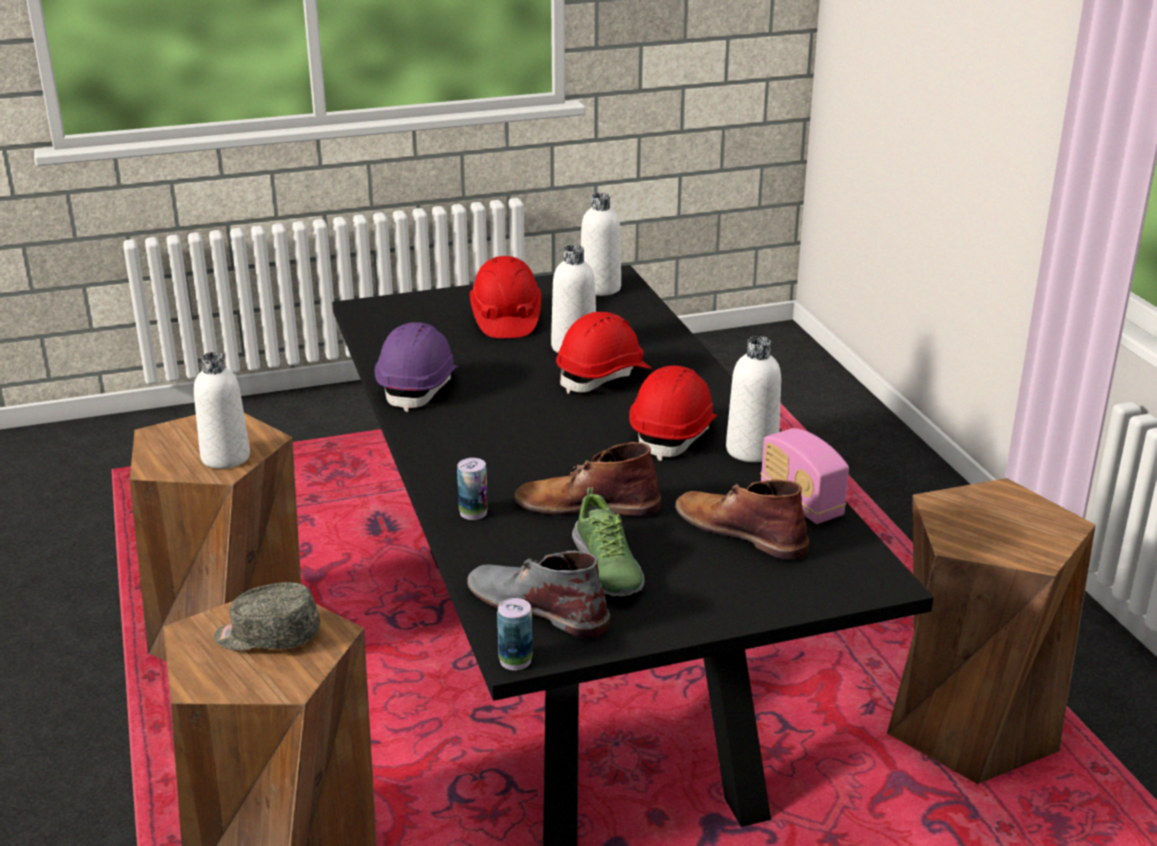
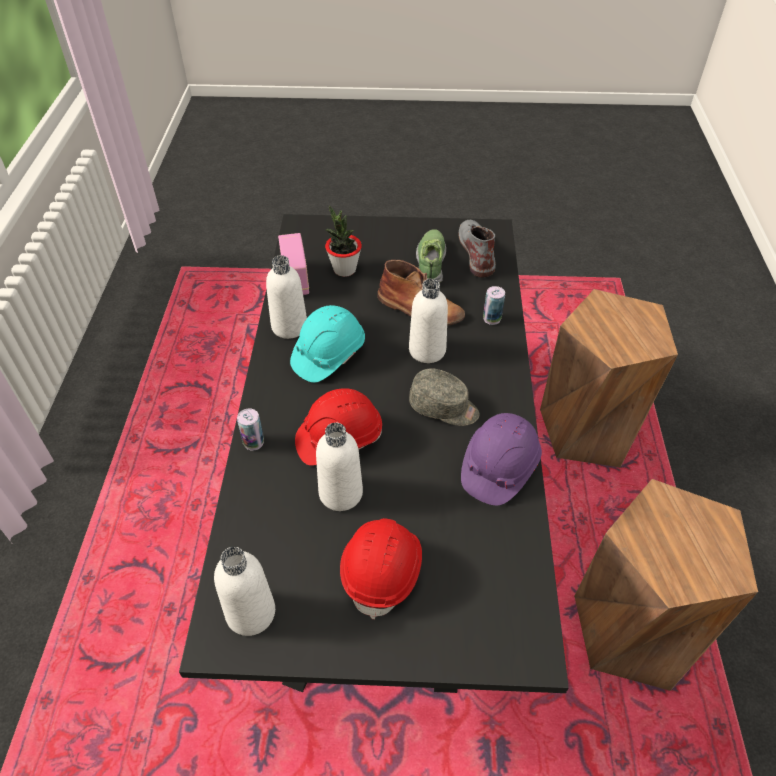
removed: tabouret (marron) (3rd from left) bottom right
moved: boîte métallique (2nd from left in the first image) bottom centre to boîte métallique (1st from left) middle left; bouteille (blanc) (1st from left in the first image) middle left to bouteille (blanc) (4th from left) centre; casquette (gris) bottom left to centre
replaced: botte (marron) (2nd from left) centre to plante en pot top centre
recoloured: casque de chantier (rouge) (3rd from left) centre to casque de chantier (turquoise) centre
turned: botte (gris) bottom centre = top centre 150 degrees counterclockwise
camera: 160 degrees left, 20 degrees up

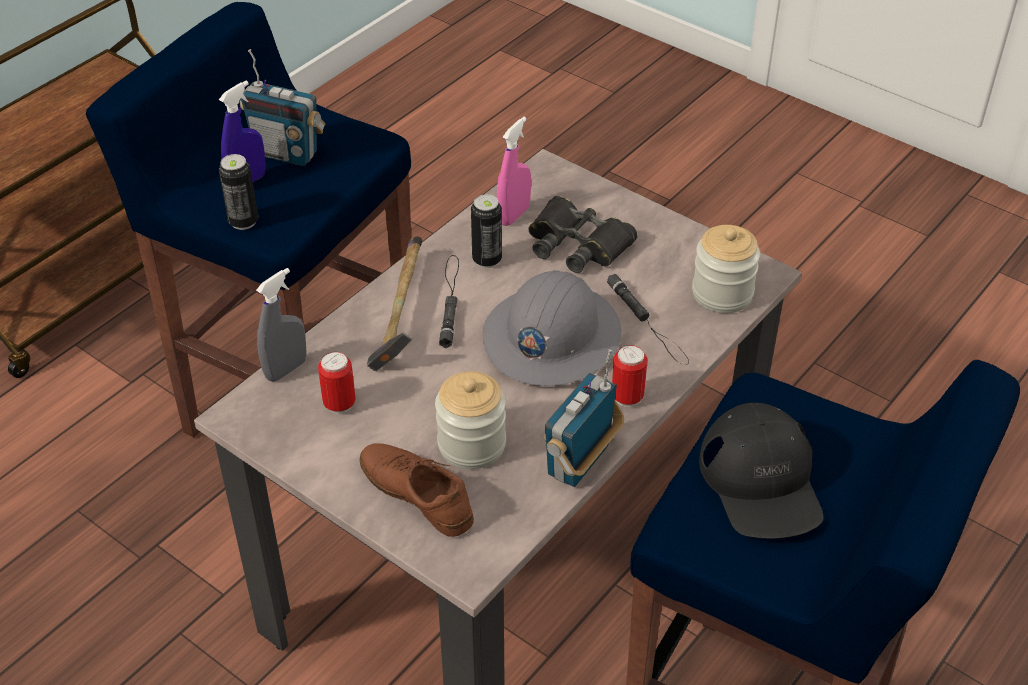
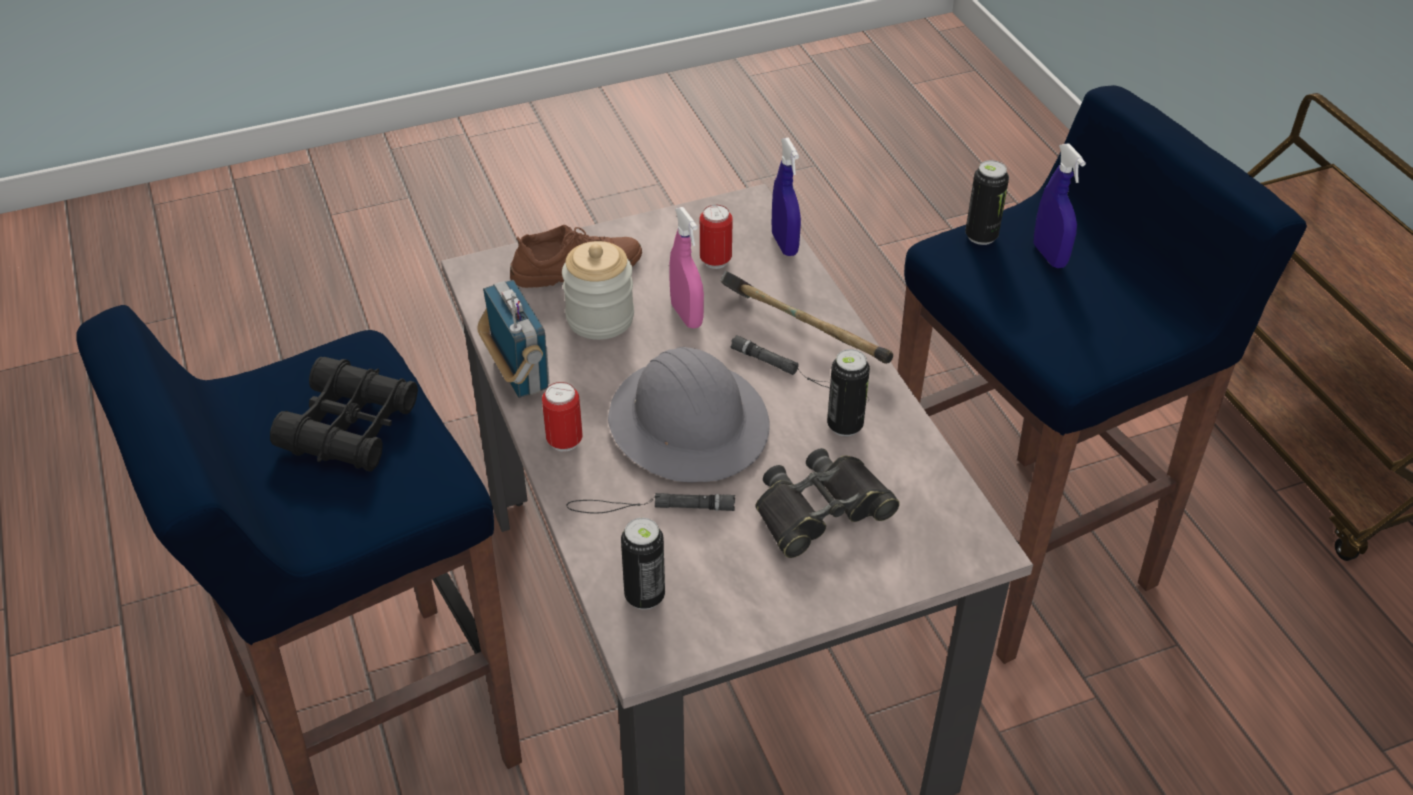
removed: radio (1st from left) top left
moved: vaporisateur (rose) top centre to centre
replaced: casquette (noir) bottom right to jumelles (noir) (1st from left) middle left; bocal (2nd from left) middle right to boîte métallique (2nd from left) bottom centre
recoloured: vaporisateur (gris) middle left to vaporisateur (bleu) (1st from left) top centre
camera: 120 degrees right, 0 degrees up

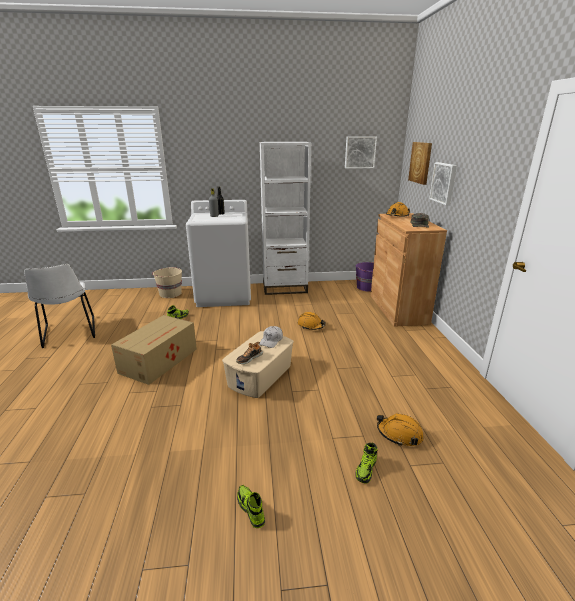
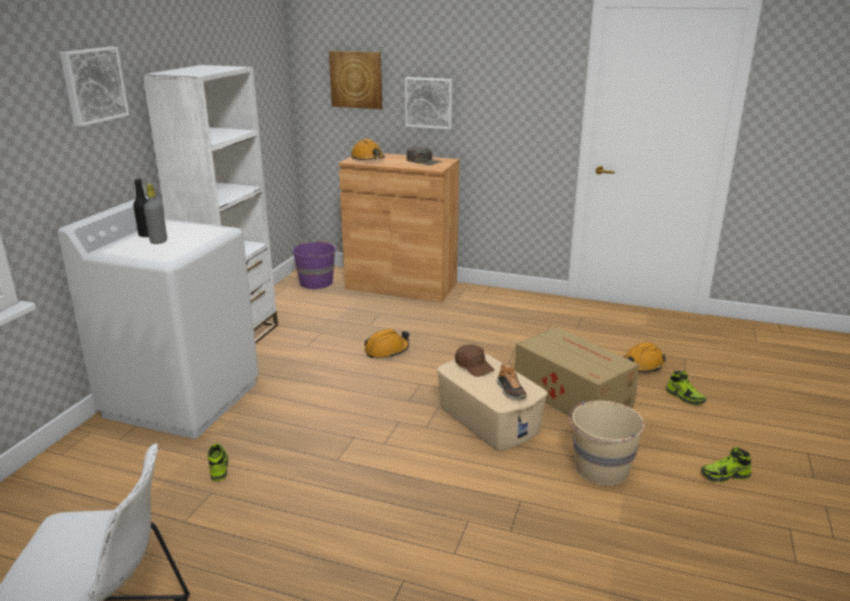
moved: tableau (1st from left) top centre to top left; carton middle left to middle right; seau (beige) middle left to bottom right
recoloured: casquette (blanc) centre to casquette (marron) centre
camera: 65 degrees left, 0 degrees up

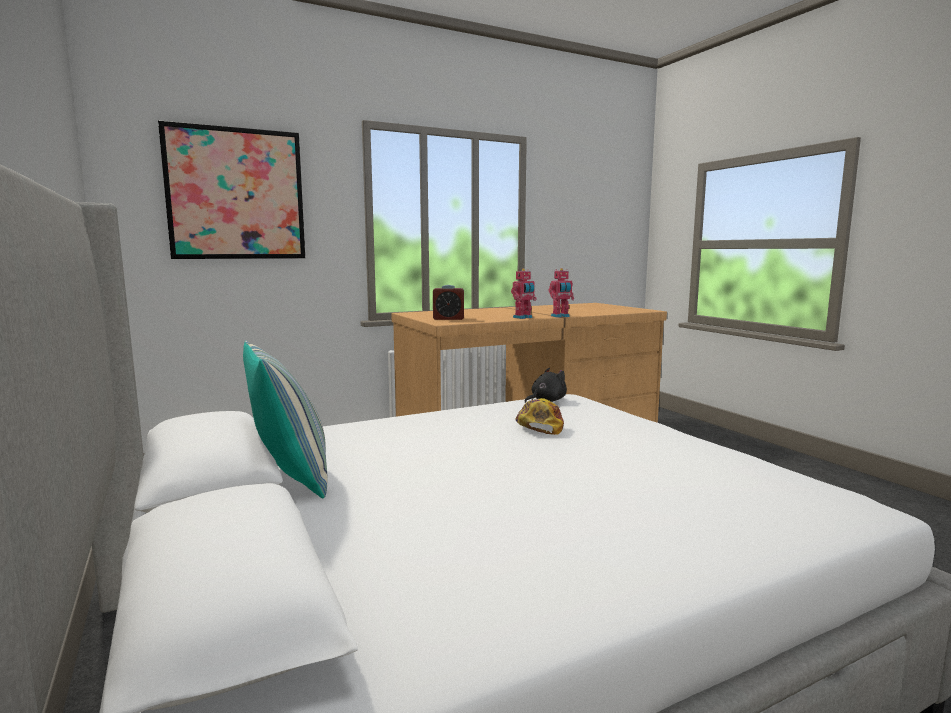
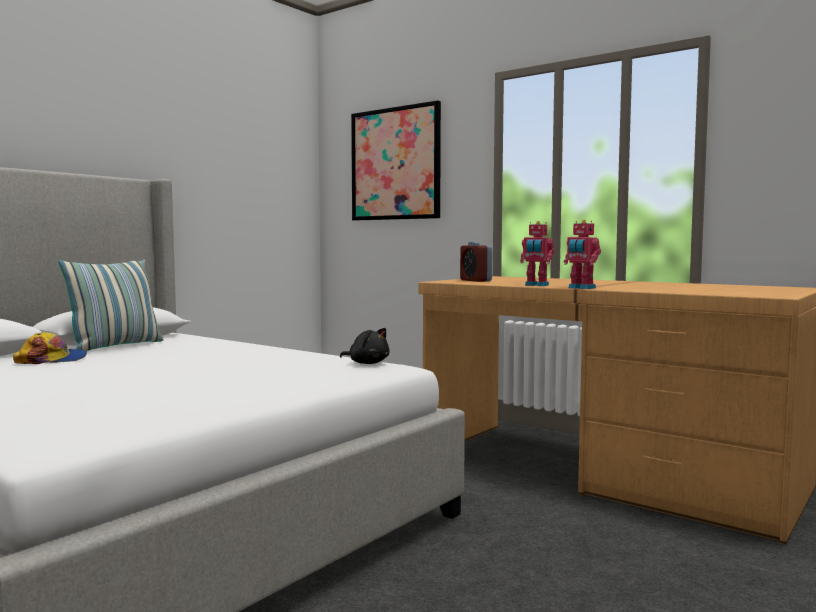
moved: casquette centre to middle left
camera: 65 degrees right, 5 degrees down

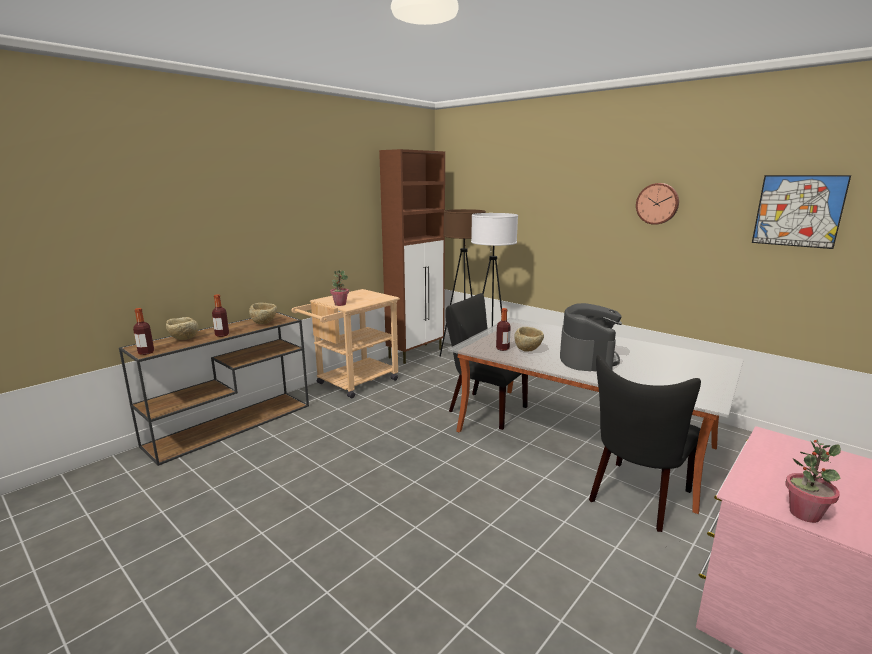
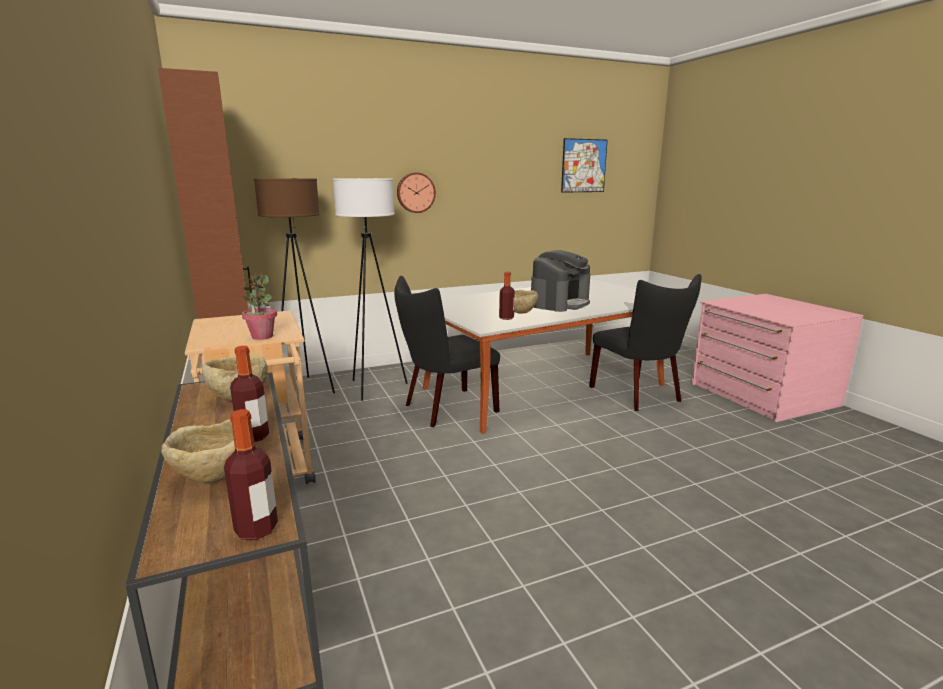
removed: plante en pot (2nd from left) bottom right
moved: horloge murale top right to top centre
turned: machine à café middle right = centre 90 degrees clockwise
camera: 65 degrees left, 0 degrees up

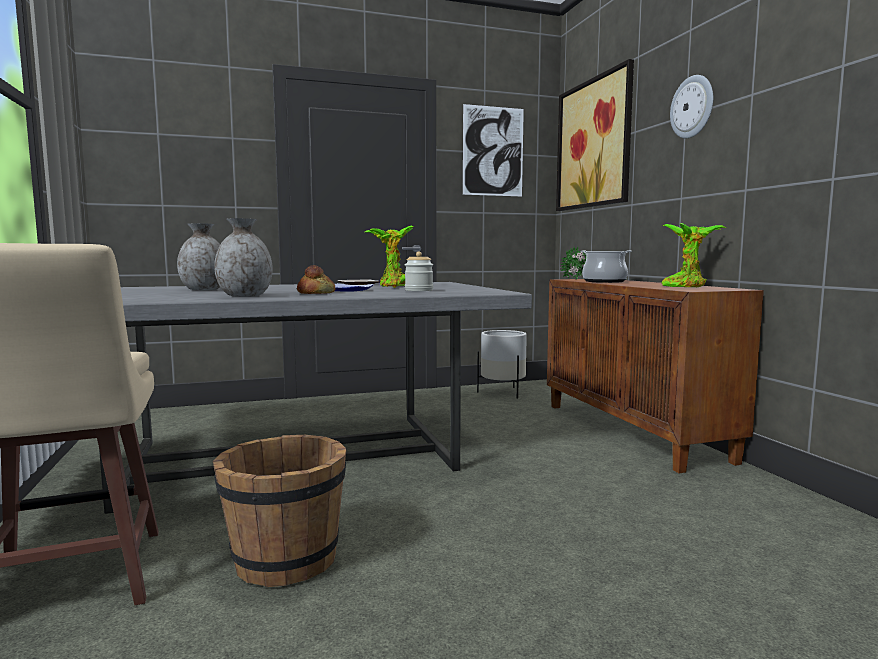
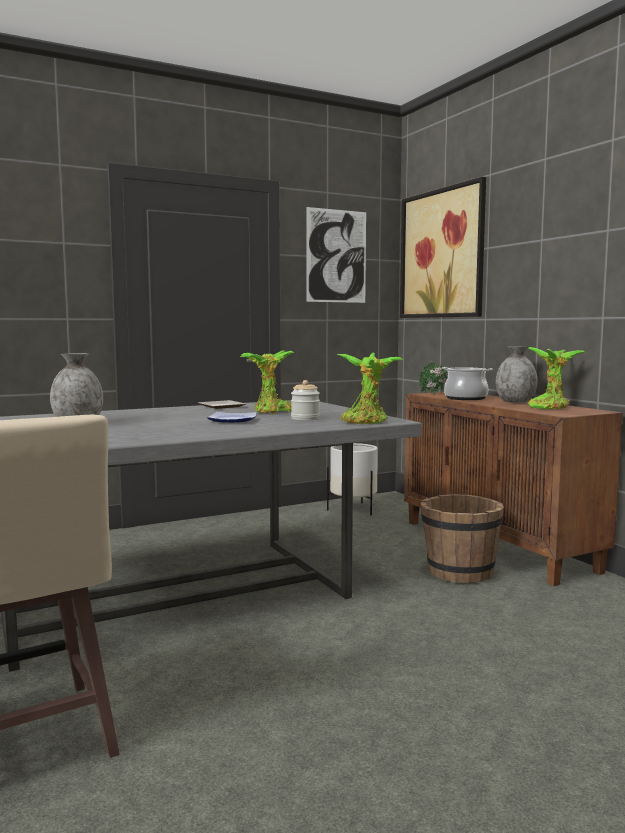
removed: pain centre; horloge murale top right
added: plante en pot (2nd from left) centre
moved: seau (marron) bottom left to middle right; vase (gris) (2nd from left) middle left to middle right
camera: 10 degrees left, 0 degrees up

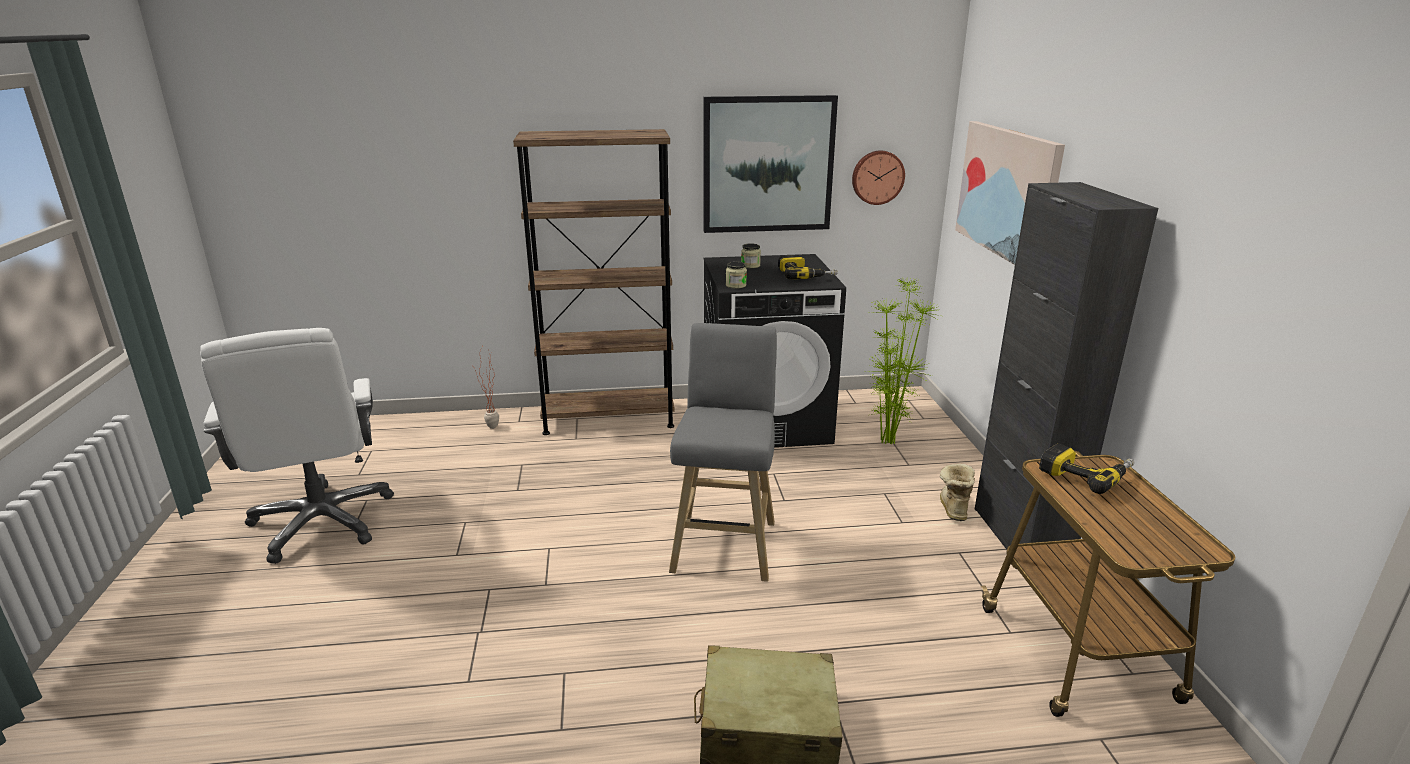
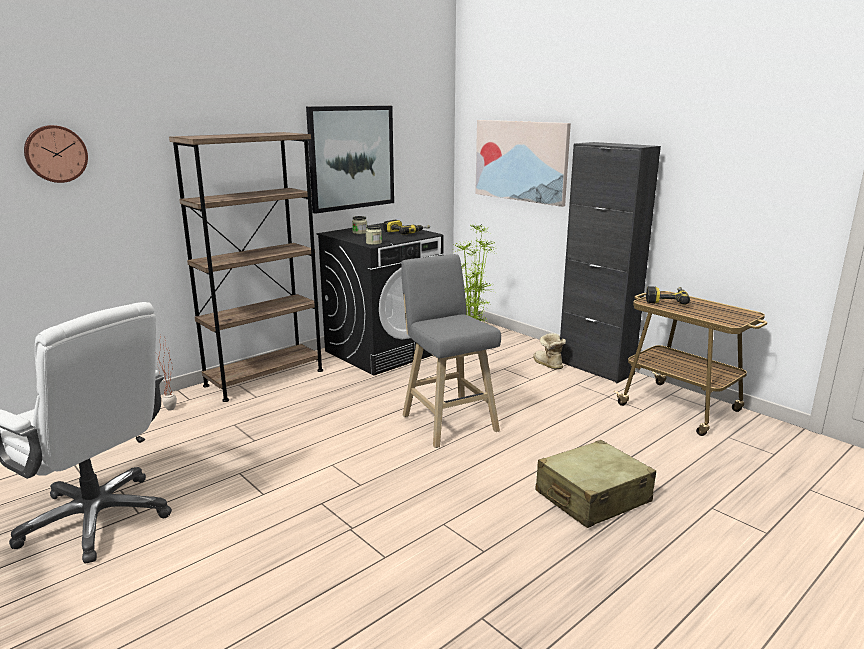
moved: horloge murale top centre to top left
camera: 35 degrees left, 5 degrees down

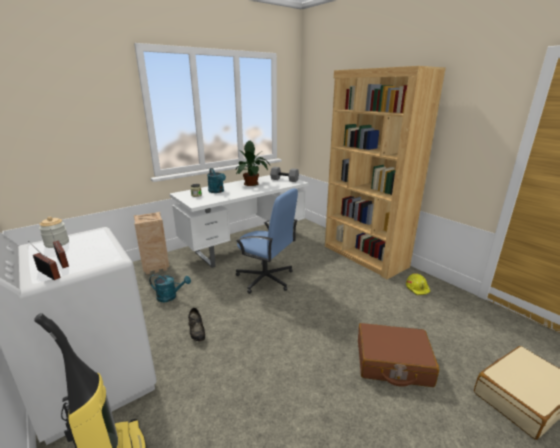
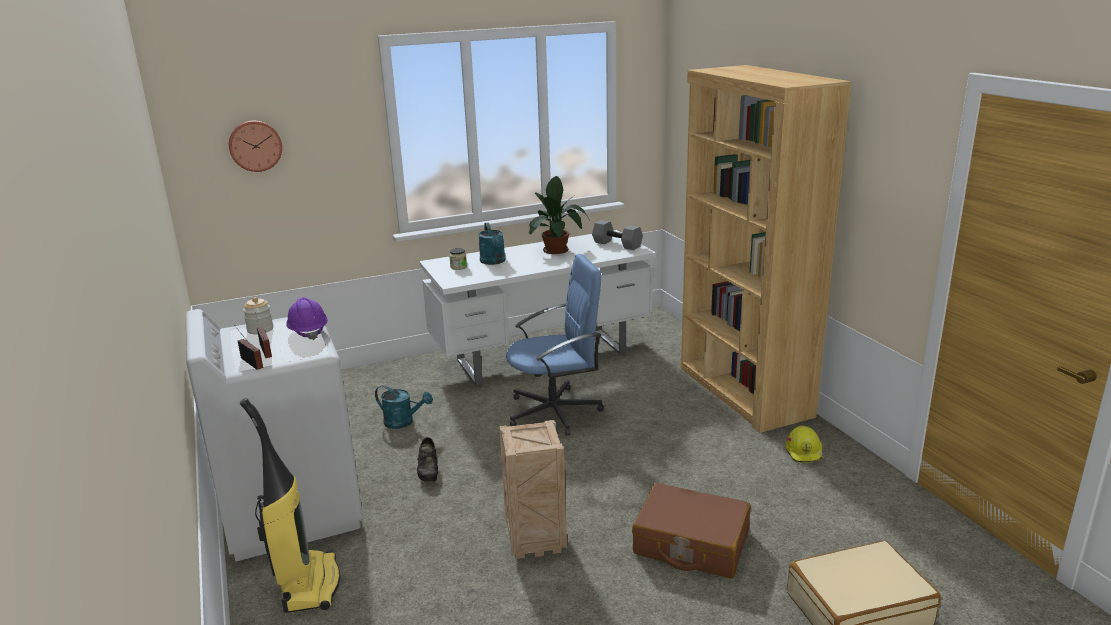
added: horloge murale top left; casque de chantier (violet) middle left
moved: caisse middle left to bottom centre
turned: chaise de bureau (bleu) centre = centre 60 degrees counterclockwise
camera: 15 degrees right, 0 degrees up

